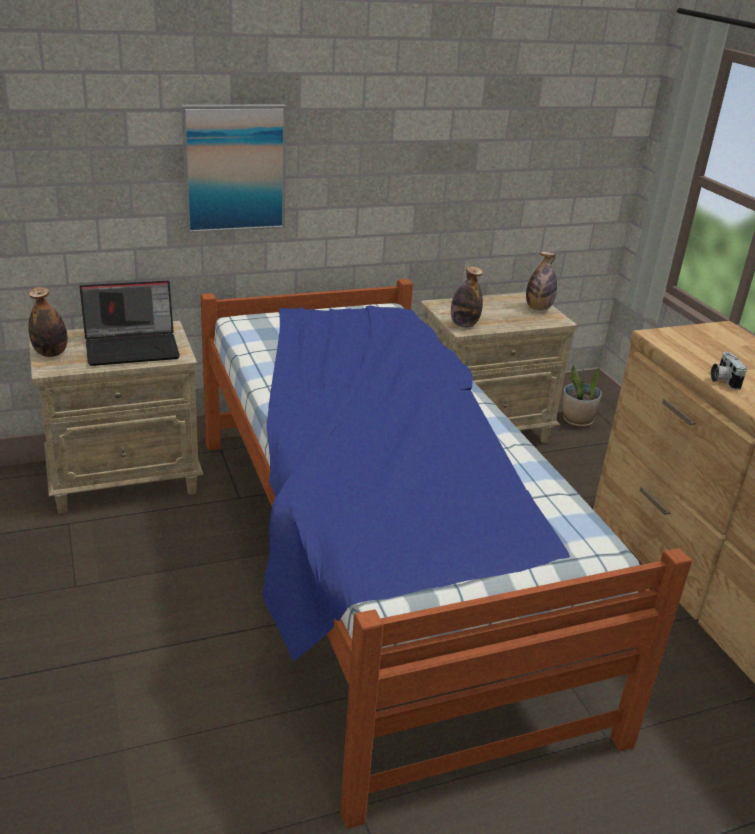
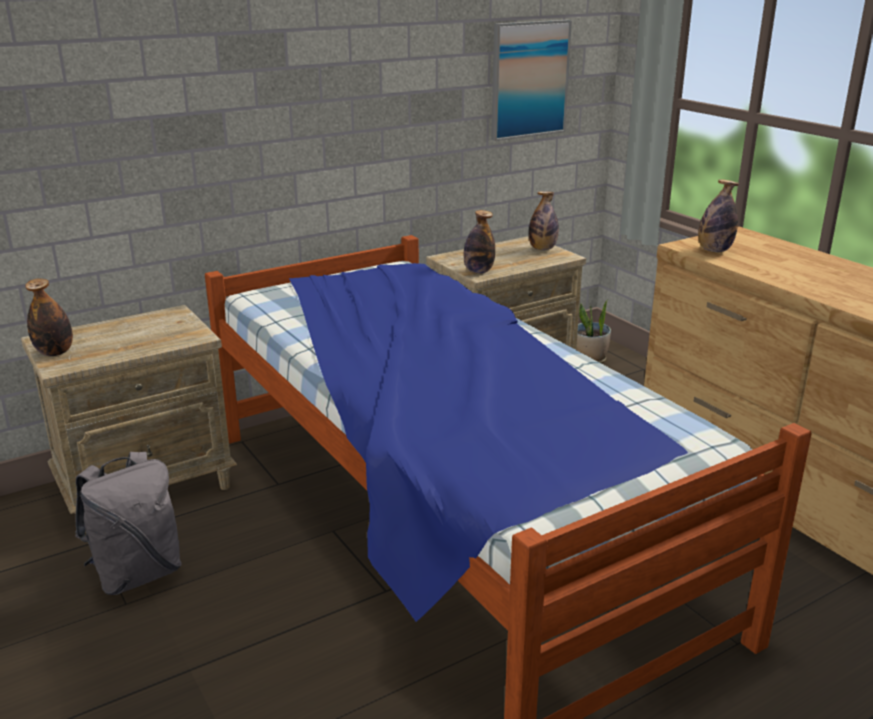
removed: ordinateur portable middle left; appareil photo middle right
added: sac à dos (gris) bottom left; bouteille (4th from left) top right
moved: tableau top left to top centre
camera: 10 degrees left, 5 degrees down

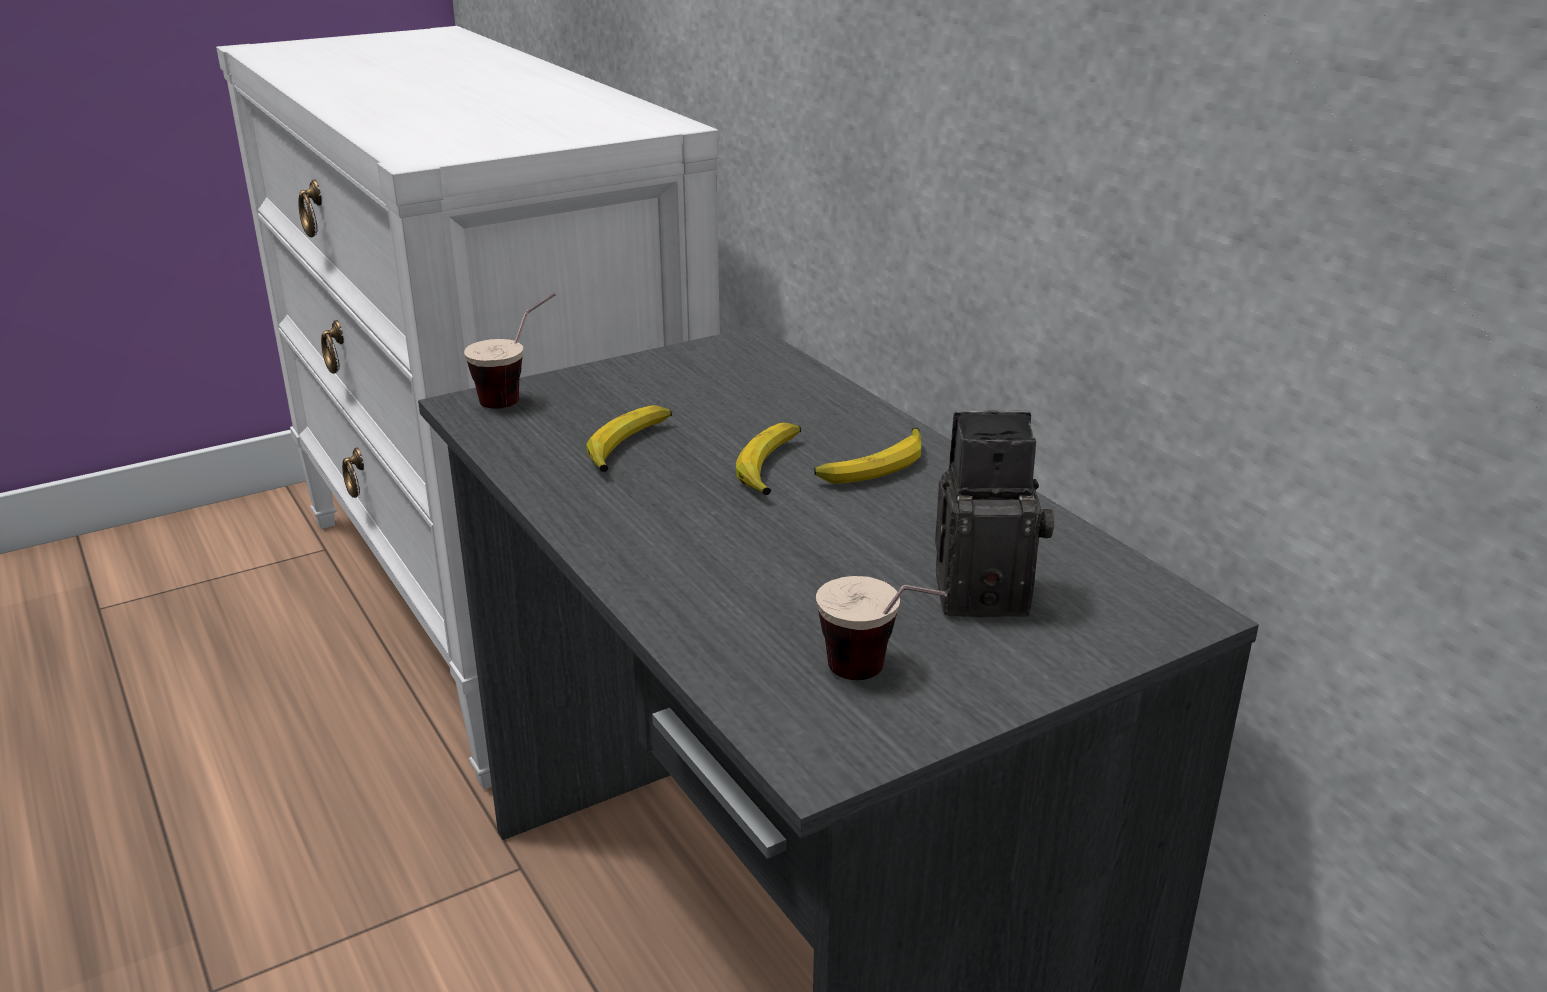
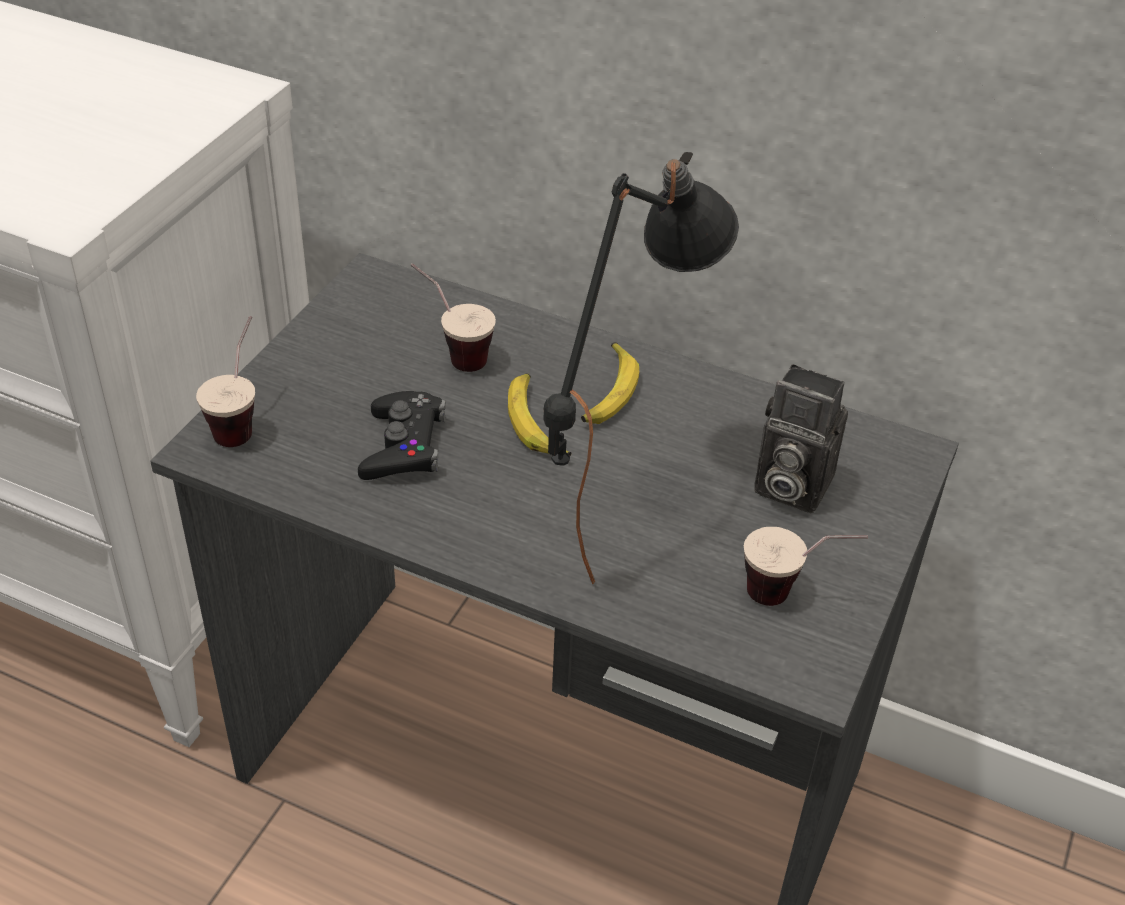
added: tasse (2nd from left) centre; lampe de table (noir) centre
replaced: banane (1st from left) centre to manette (noir) centre
turned: appareil photo centre = middle right 120 degrees counterclockwise
camera: 35 degrees left, 15 degrees up

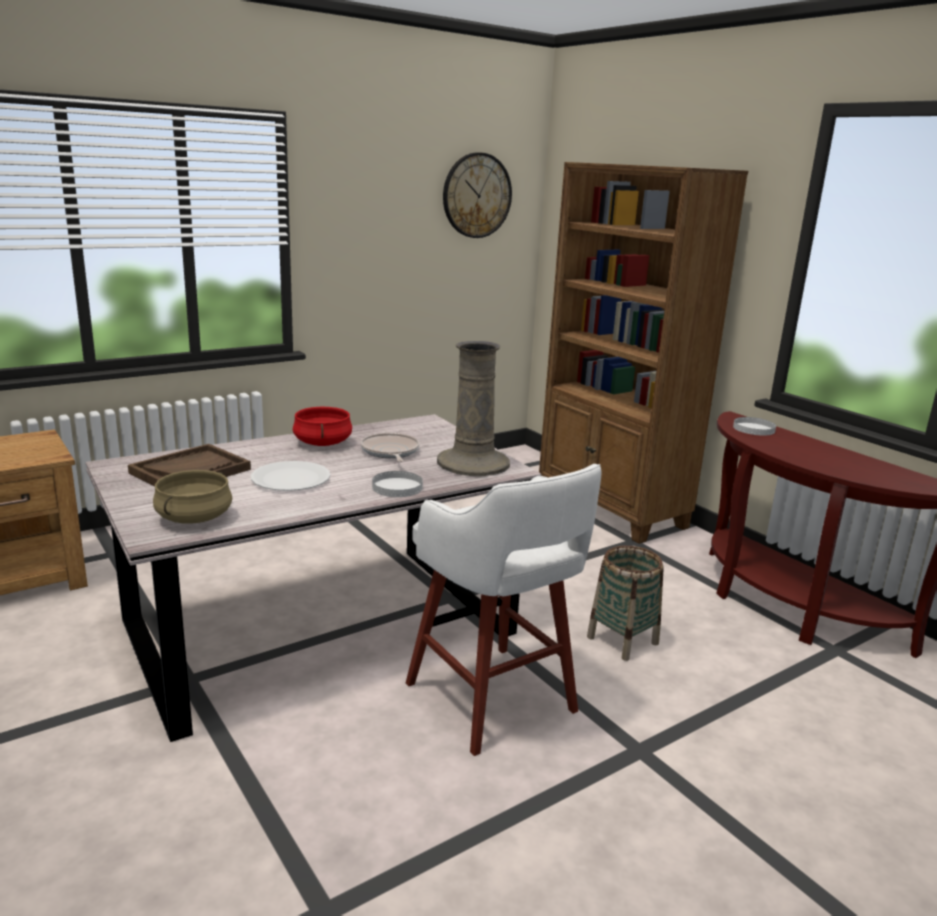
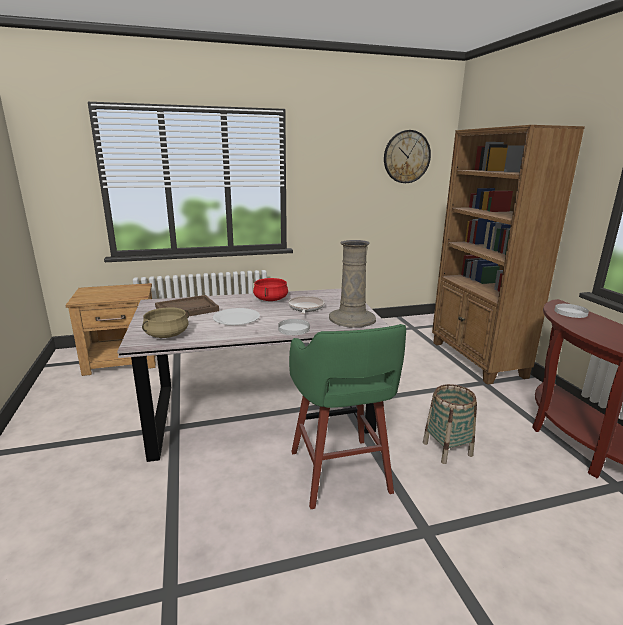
recoloured: tabouret (blanc) centre to tabouret (vert) centre
camera: 20 degrees right, 0 degrees up

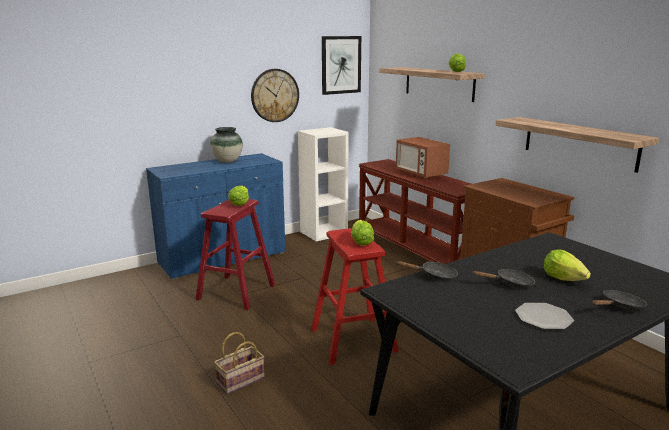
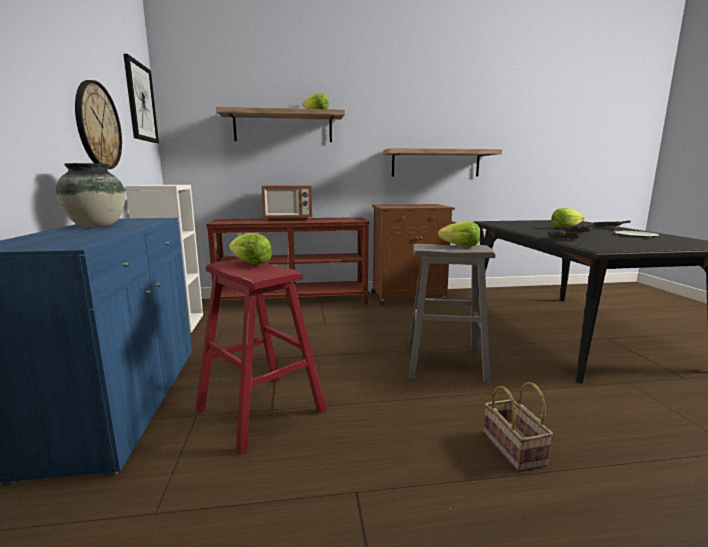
recoloured: tabouret (rouge) (2nd from left) bottom centre to tabouret (gris) centre
camera: 65 degrees left, 5 degrees down

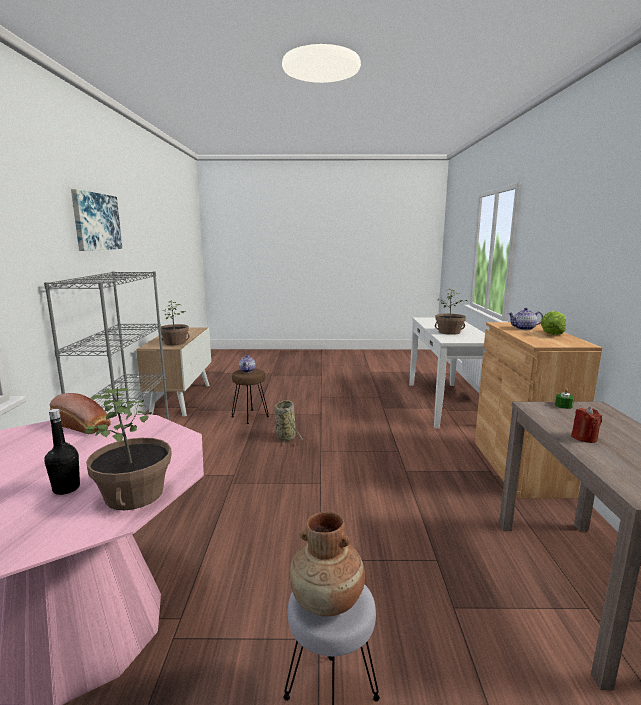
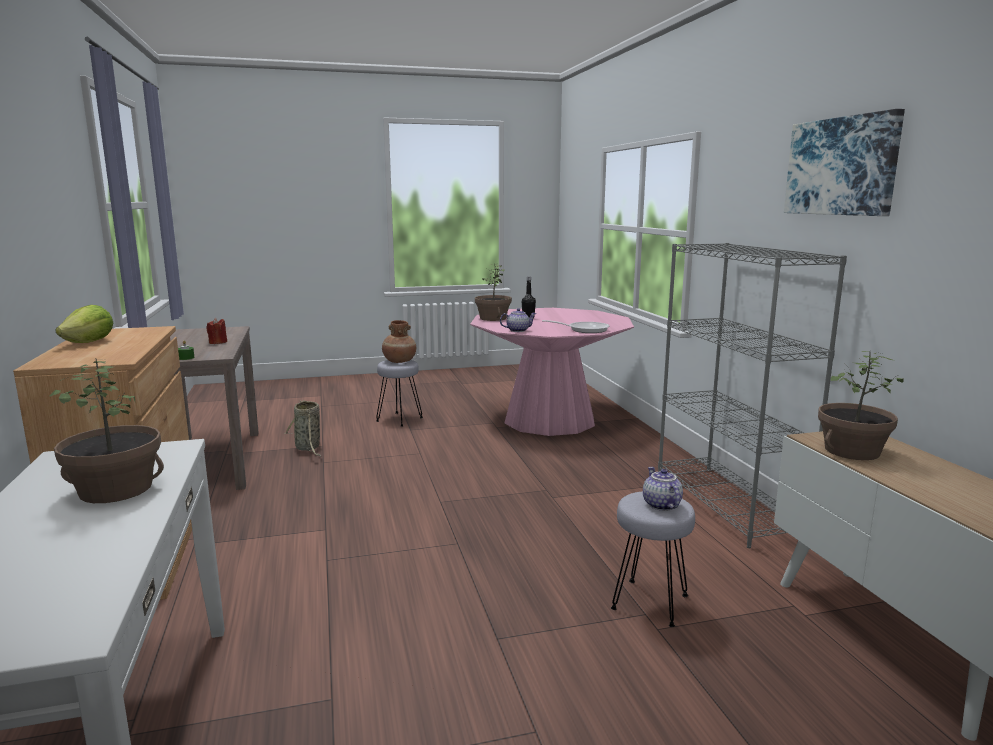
moved: panier centre to middle left; théière (2nd from left in the first image) middle right to théière (1st from left) centre
replaced: pain middle left to poêle centre
recoloured: tabouret (marron) centre to tabouret (gris) (2nd from left) bottom centre
camera: 165 degrees right, 0 degrees up

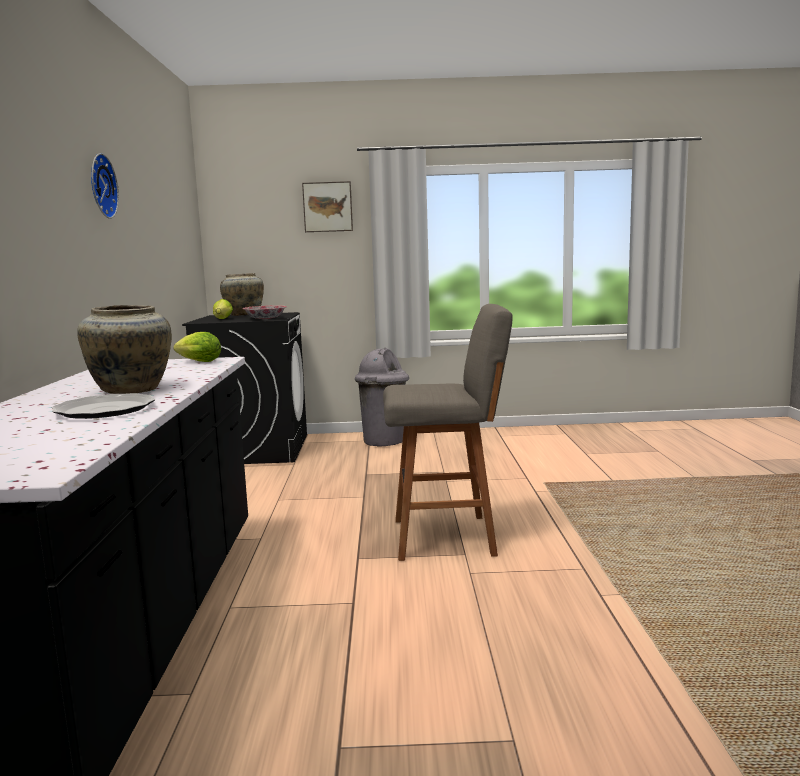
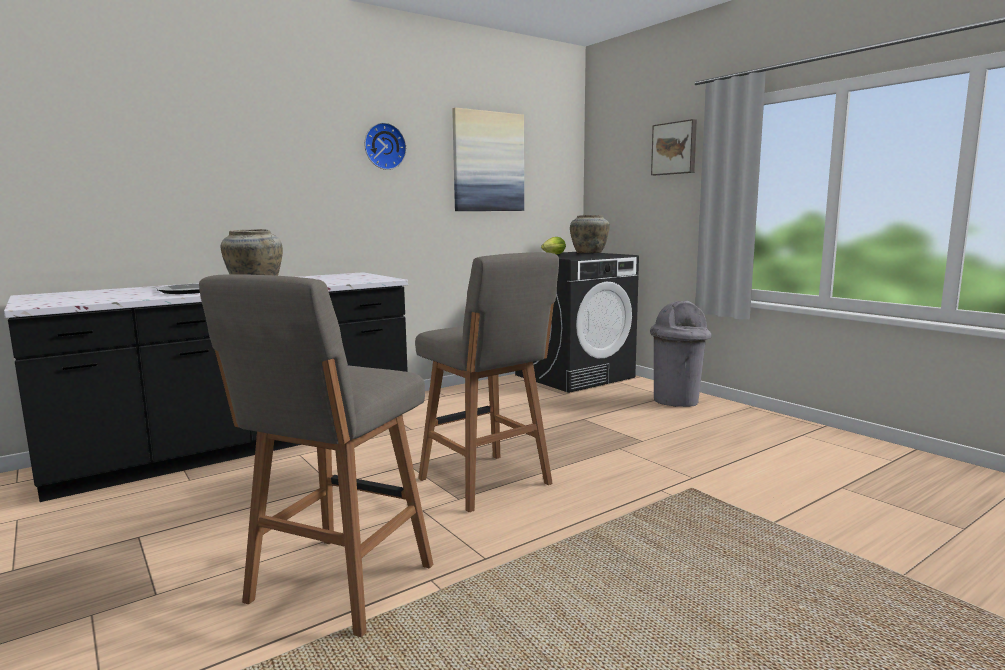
removed: laitue (1st from left) middle left; bol middle left
added: tabouret (gris) (1st from left) bottom left; tableau (1st from left) top centre
camera: 55 degrees right, 0 degrees up

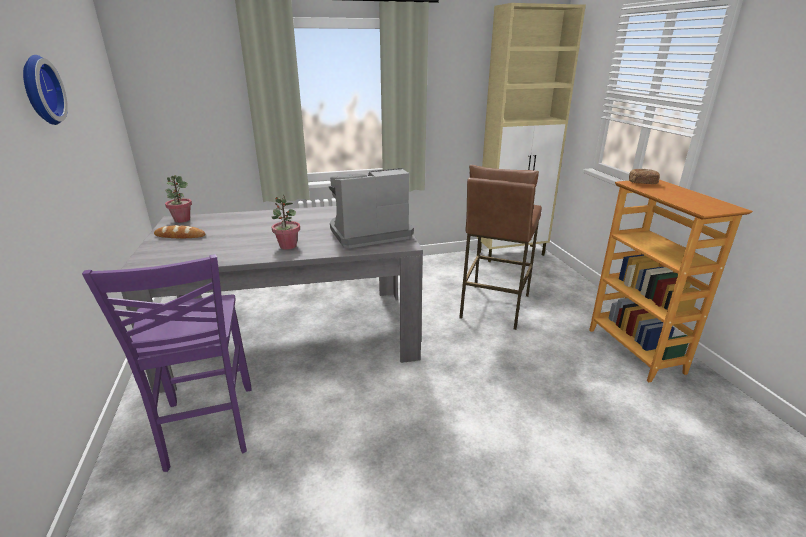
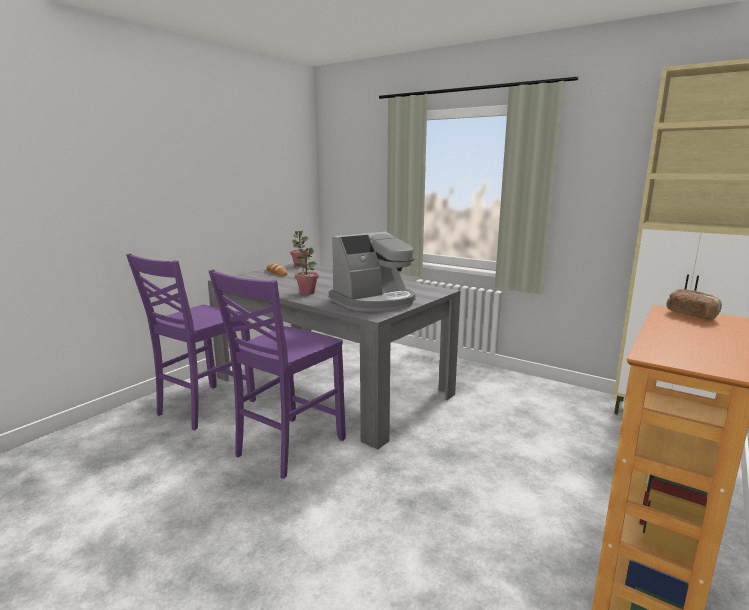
removed: horloge murale top left; tabouret (marron) centre
added: chaise (violet) (2nd from left) centre
turned: machine à café centre = centre 120 degrees clockwise
camera: 50 degrees right, 10 degrees down

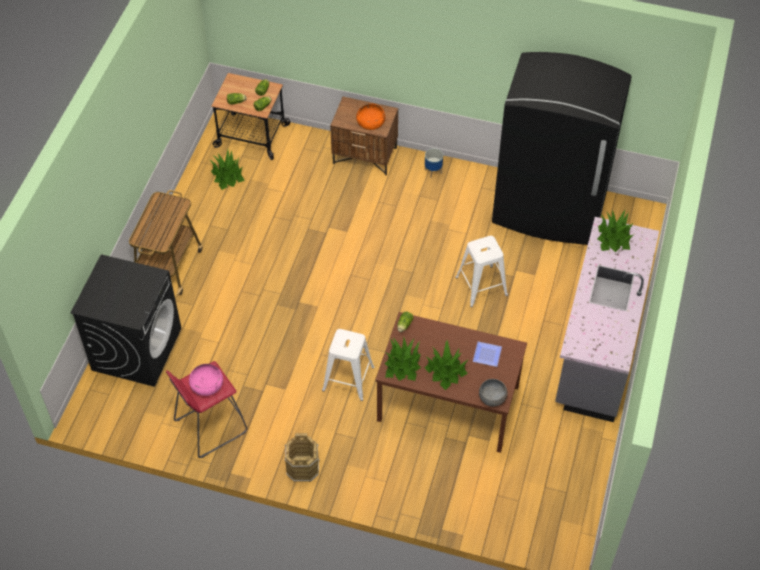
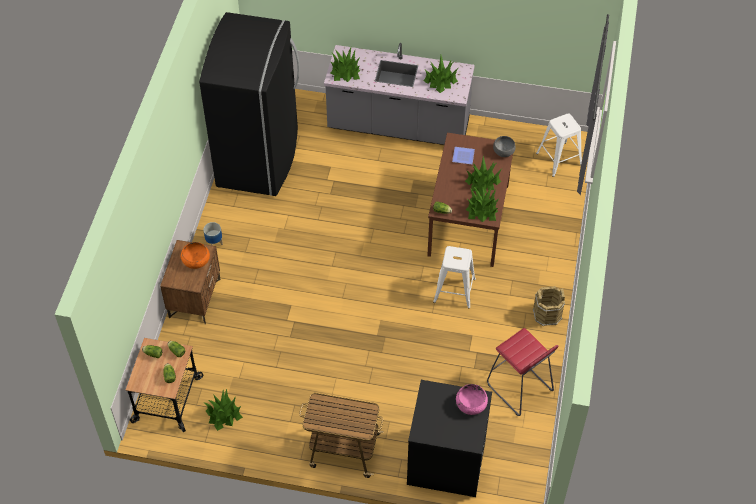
added: plante en pot (3rd from left) top centre
moved: bol (rose) bottom left to bottom centre; tabouret (blanc) (2nd from left) centre to top right
camera: 95 degrees left, 0 degrees up

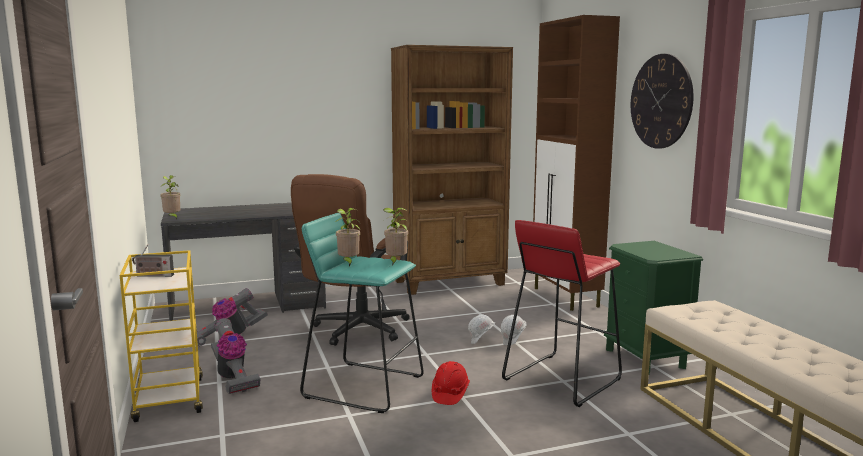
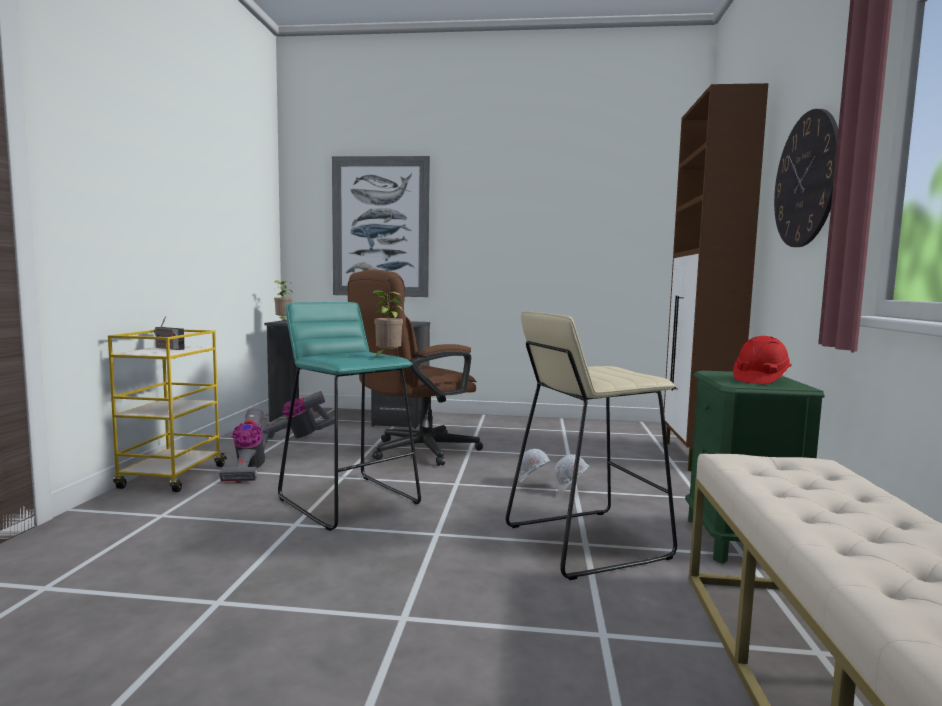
removed: plante en pot (2nd from left) centre; bibliothèque (marron) centre
added: tableau top centre
moved: casque de chantier (rouge) bottom centre to middle right
recoloured: tabouret (rouge) bottom centre to tabouret (beige) centre
camera: 25 degrees right, 5 degrees down

